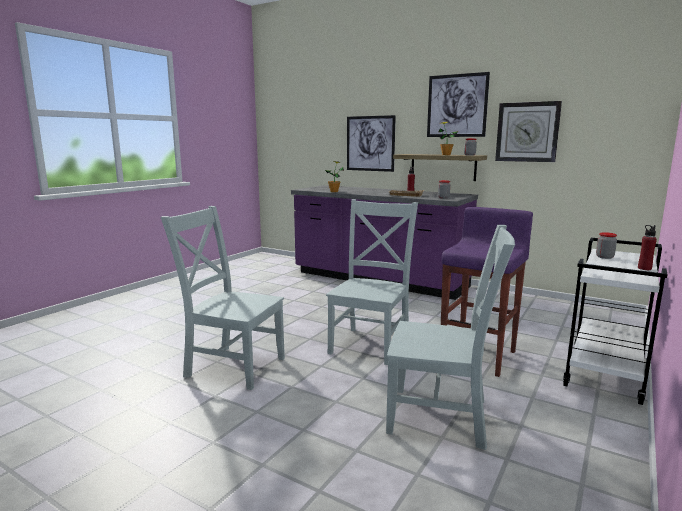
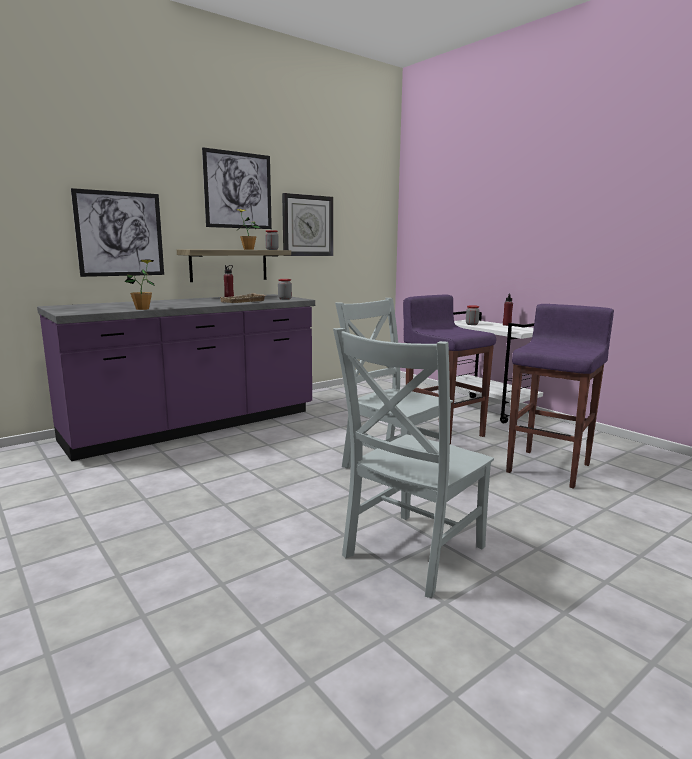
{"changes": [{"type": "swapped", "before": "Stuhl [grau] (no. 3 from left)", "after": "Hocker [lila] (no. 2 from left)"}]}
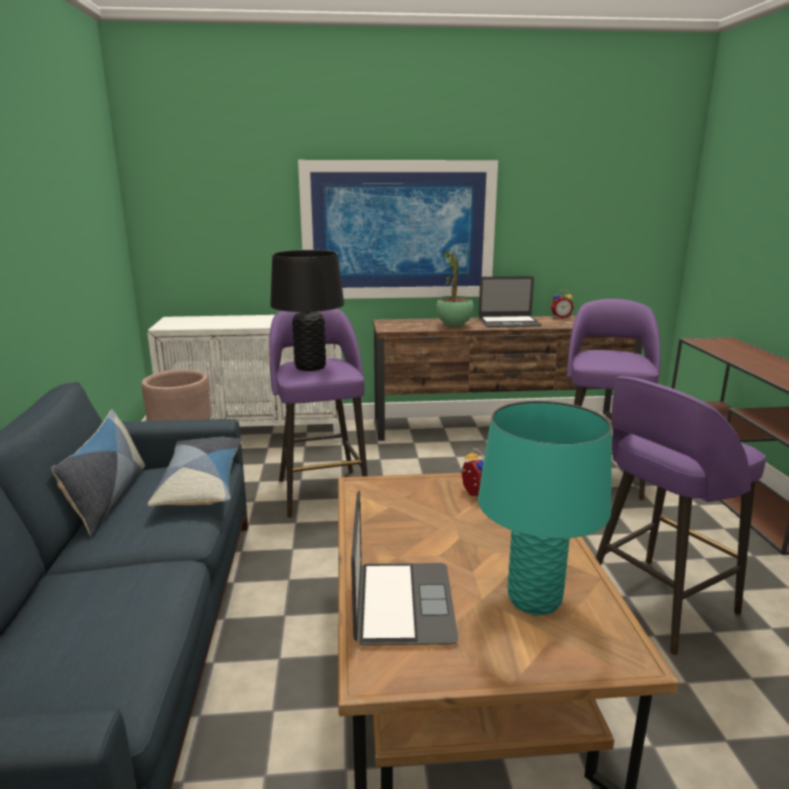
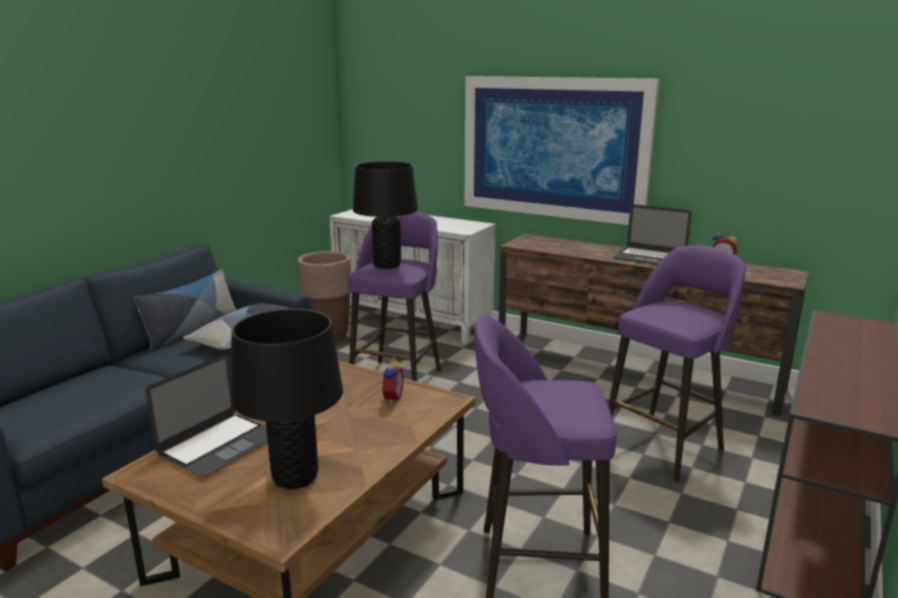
{"changes": [{"type": "repainted", "before": "Tischlampe [türkis]", "after": "Tischlampe [schwarz] (no. 1 from left)"}, {"type": "gone", "before": "Topfpflanze"}]}
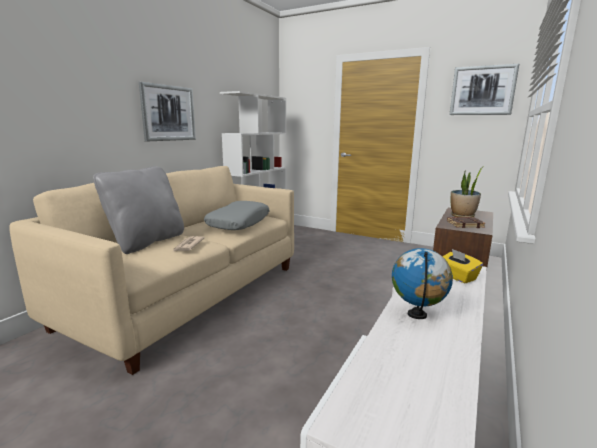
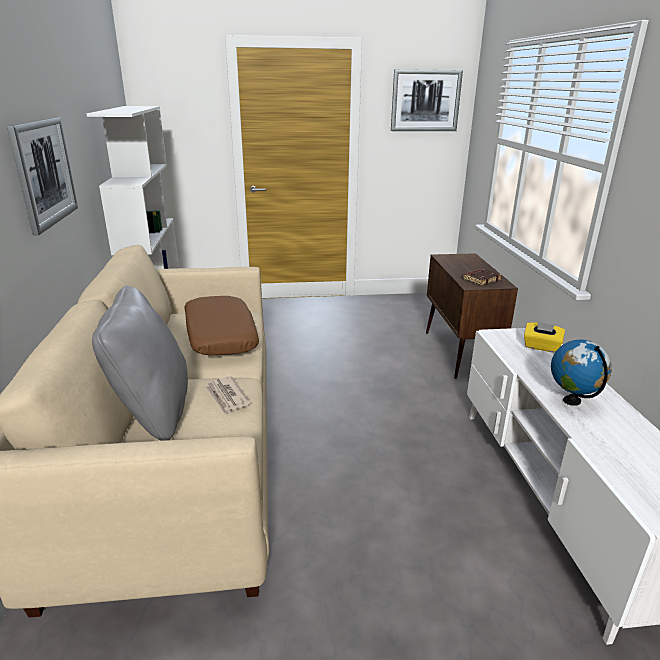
{"changes": [{"type": "repainted", "before": "Kissen [grau] (no. 2 from left)", "after": "Kissen [braun]"}, {"type": "gone", "before": "Topfpflanze"}]}
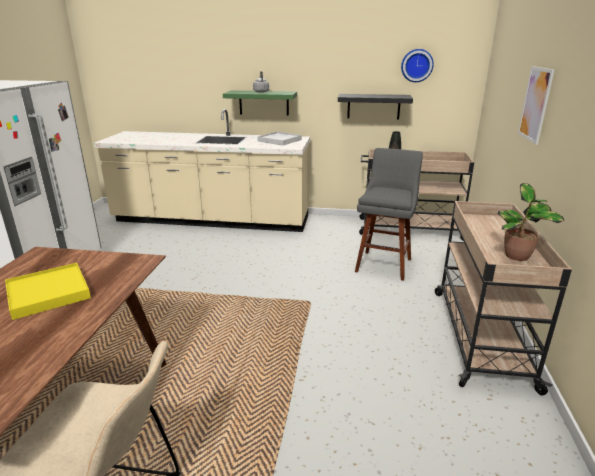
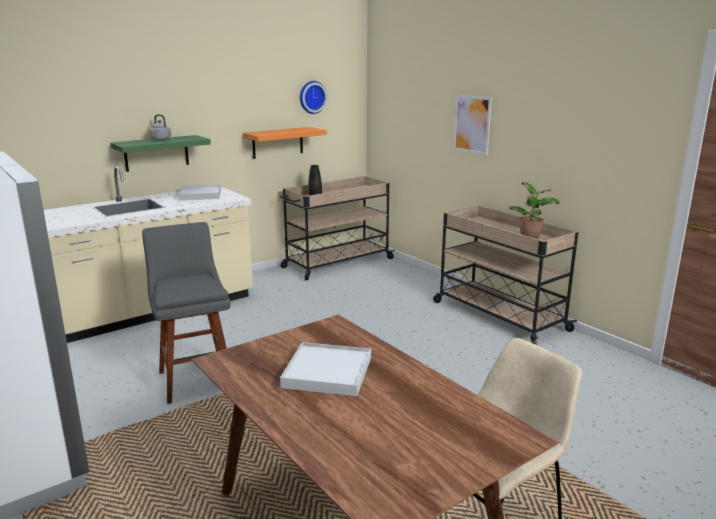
{"changes": [{"type": "shifted", "before": "Hocker [grau]"}, {"type": "repainted", "before": "Wandregal [schwarz]", "after": "Wandregal [orange]"}, {"type": "repainted", "before": "Tablett [gelb]", "after": "Tablett [weiß] (no. 2 from left)"}]}
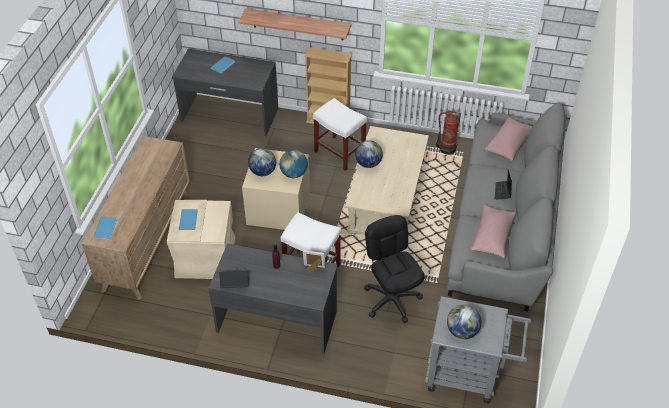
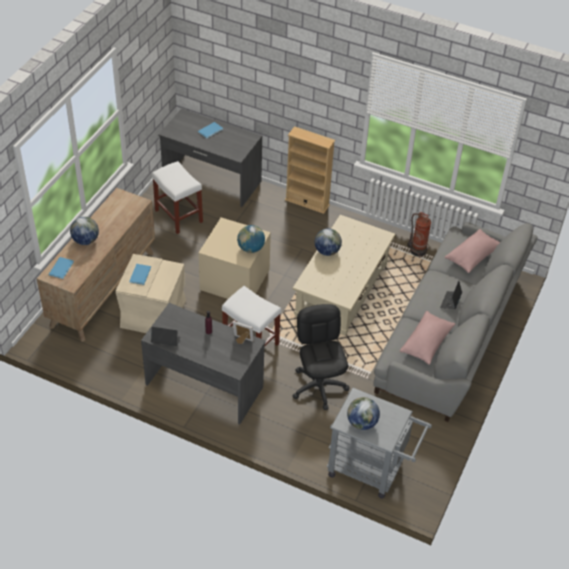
{"changes": [{"type": "shifted", "before": "Globus (no. 1 from left)"}, {"type": "shifted", "before": "Hocker [weiß] (no. 2 from left in the first image)", "after": "Hocker [weiß] (no. 1 from left)"}, {"type": "gone", "before": "Wandregal"}]}
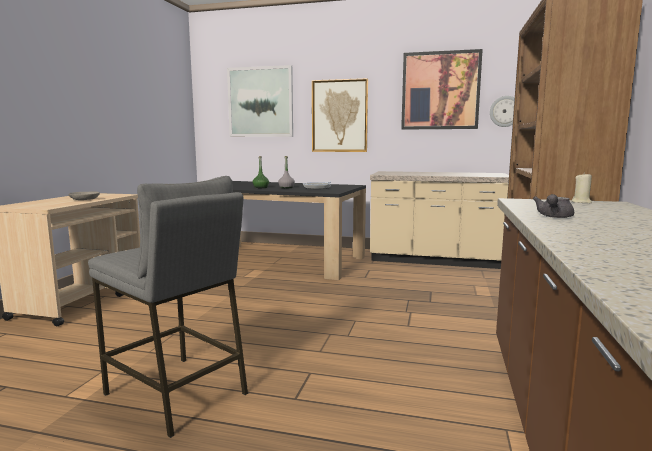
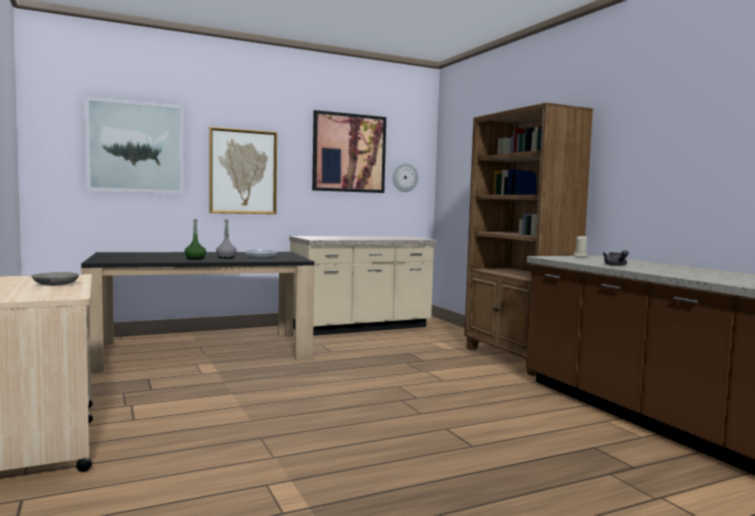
{"changes": [{"type": "gone", "before": "Hocker [grau]"}]}
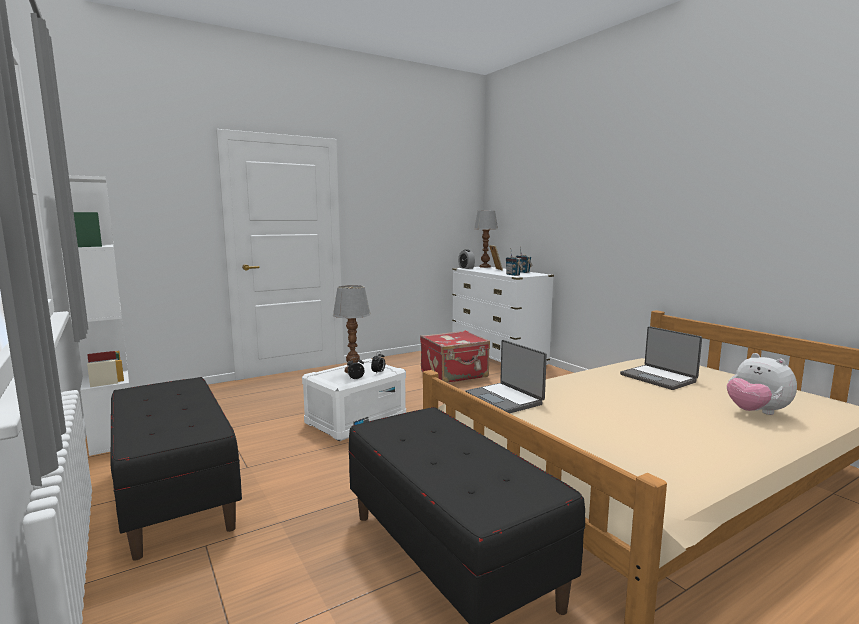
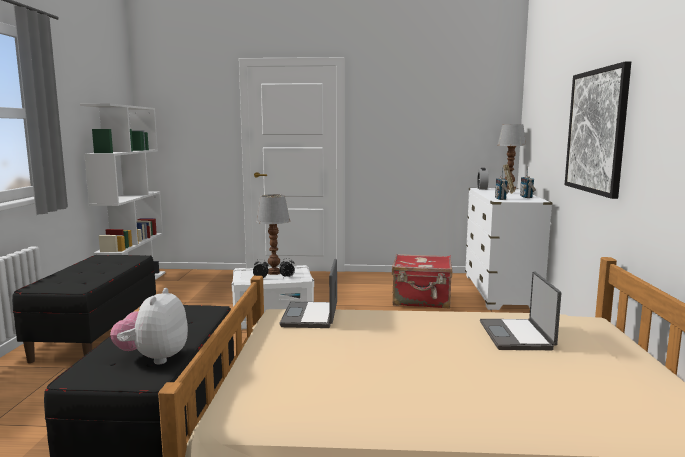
{"changes": [{"type": "shifted", "before": "Plüschtier"}, {"type": "new", "after": "Bild"}]}
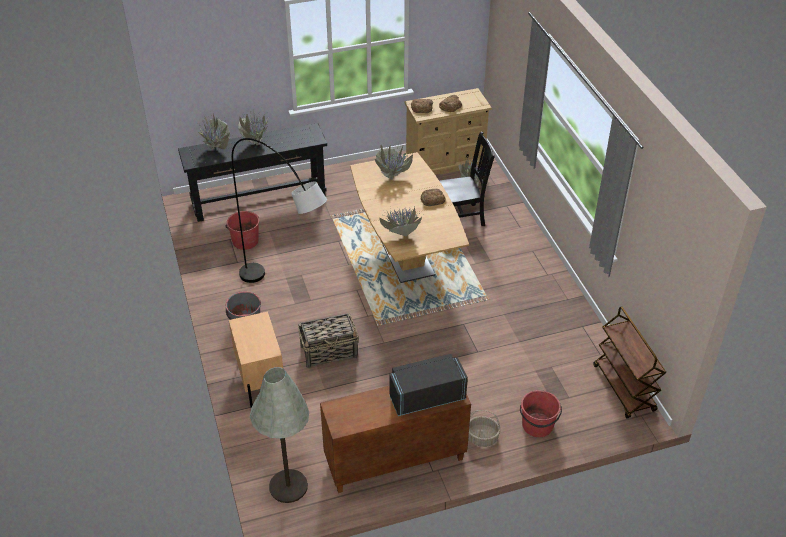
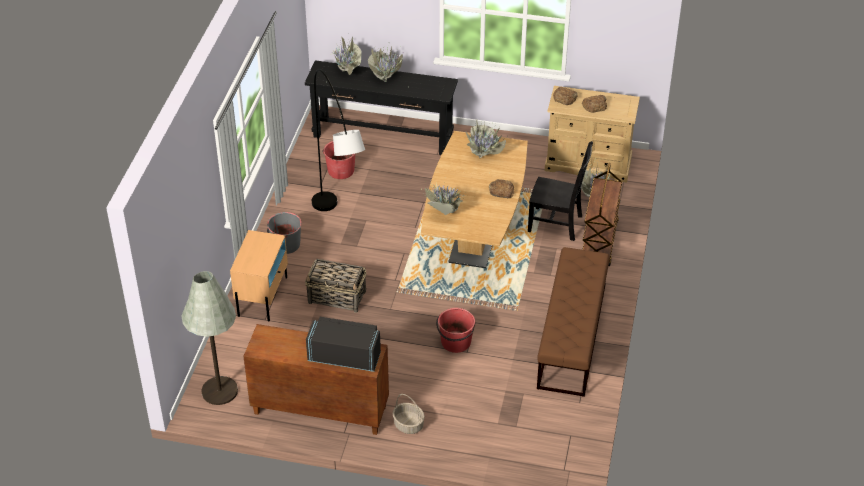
{"changes": [{"type": "shifted", "before": "Eimer [rot] (no. 2 from left)"}, {"type": "new", "after": "Bank [braun]"}, {"type": "shifted", "before": "Rollwagen [braun]"}]}
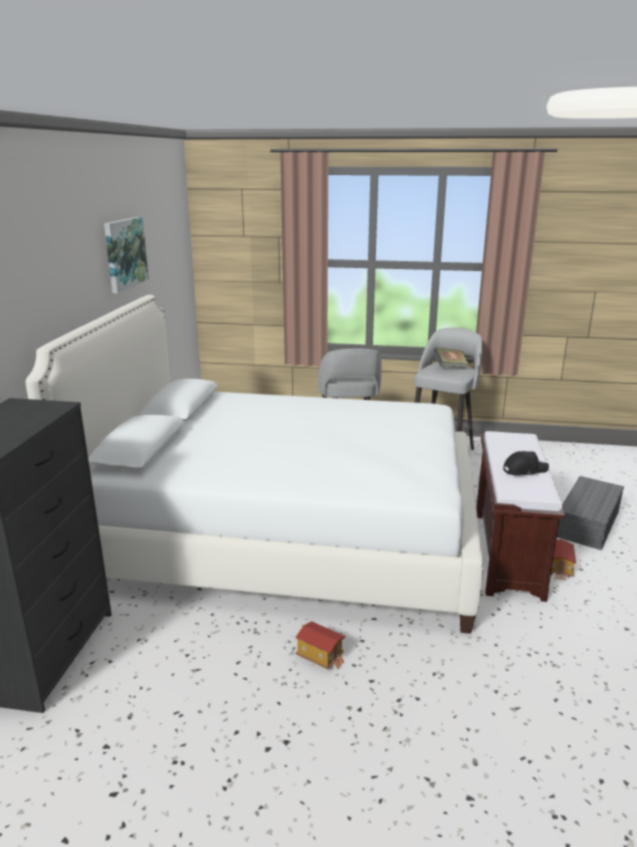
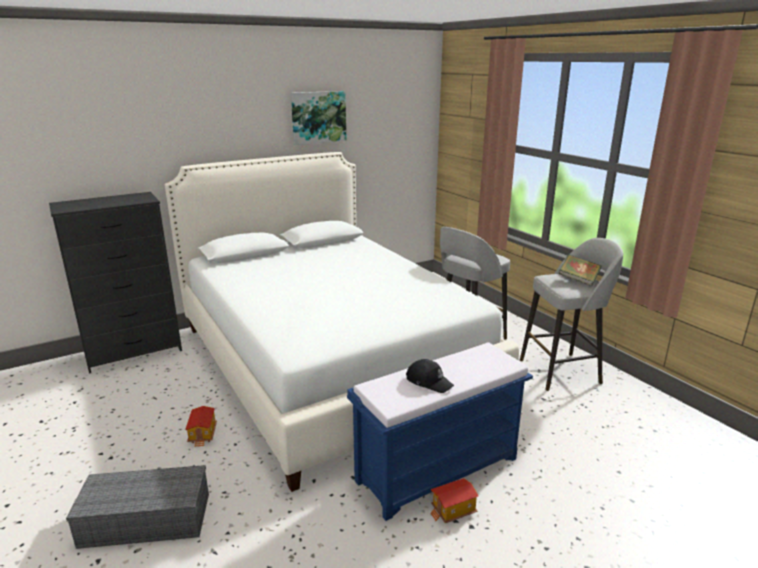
{"changes": [{"type": "shifted", "before": "Aufbewahrungsbox [grau]"}, {"type": "repainted", "before": "Bank [braun]", "after": "Bank [blau]"}]}
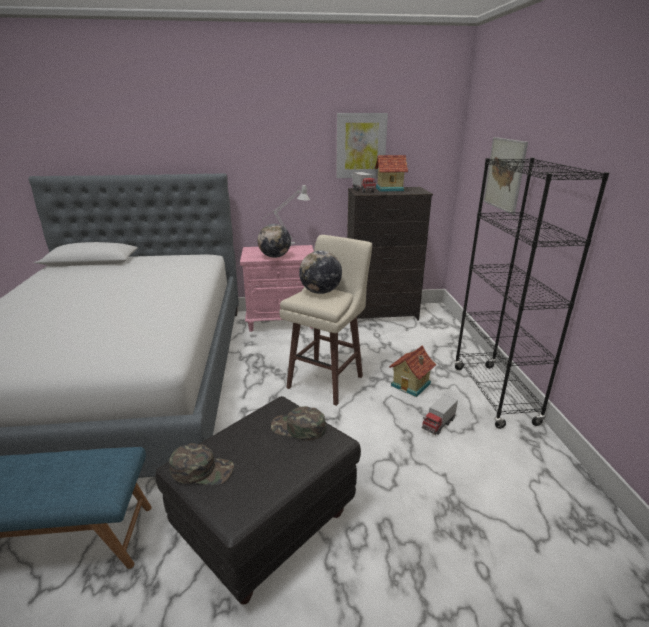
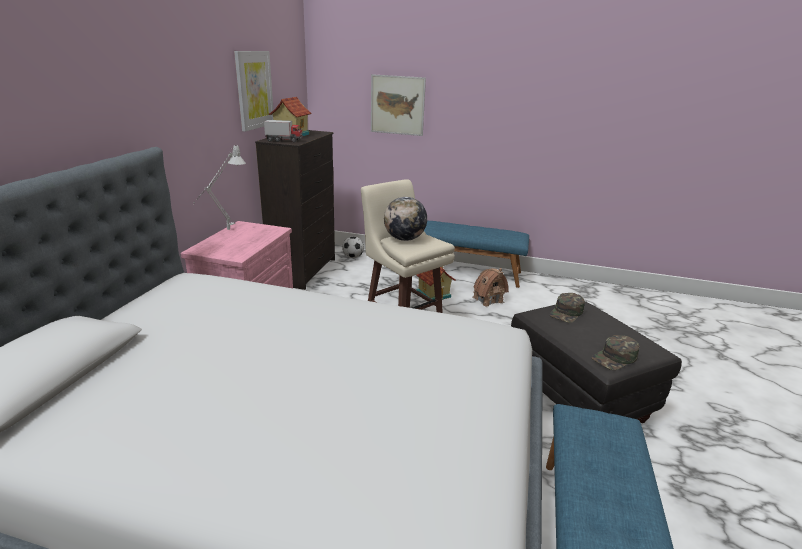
{"changes": [{"type": "new", "after": "Fußball"}, {"type": "swapped", "before": "Bücherregal [schwarz]", "after": "Bank [blau] (no. 1 from left)"}, {"type": "swapped", "before": "Spielzeuglaster (no. 2 from left)", "after": "Spielzeughaus (no. 3 from left)"}, {"type": "rotated", "before": "Kappe [grün] (no. 1 from left in the first image)", "turn": -150}, {"type": "gone", "before": "Globus (no. 1 from left)"}]}
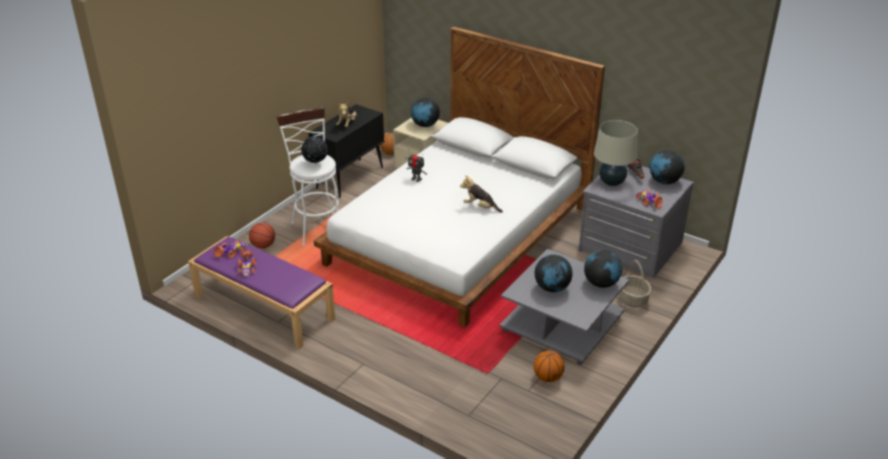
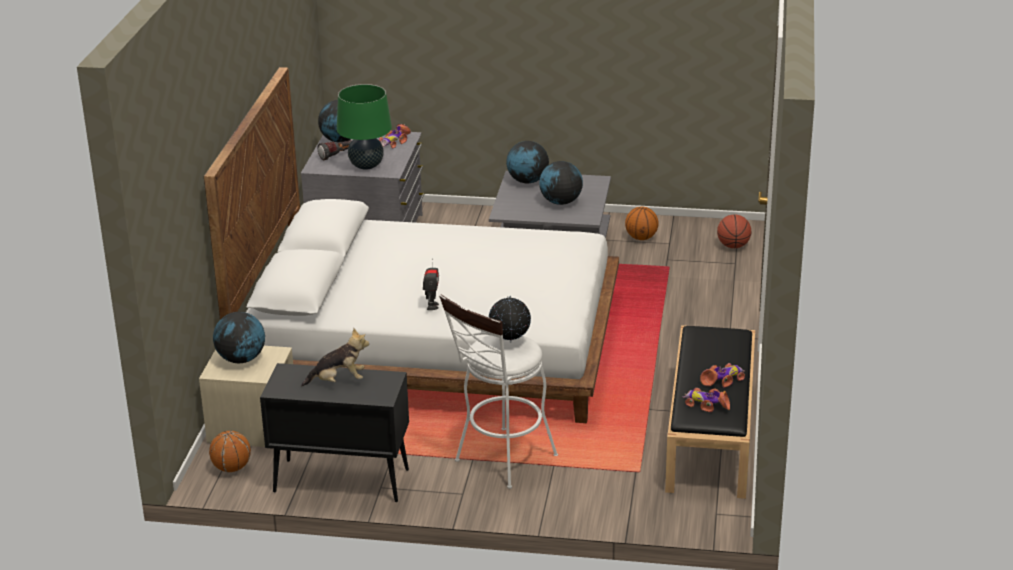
{"changes": [{"type": "repainted", "before": "Tischlampe [beige]", "after": "Tischlampe [grün]"}, {"type": "repainted", "before": "Bank [lila]", "after": "Bank [schwarz]"}, {"type": "shifted", "before": "Basketball (no. 1 from left in the first image)", "after": "Basketball (no. 3 from left)"}, {"type": "gone", "before": "Plüschtier (no. 2 from left)"}, {"type": "gone", "before": "Korb"}]}
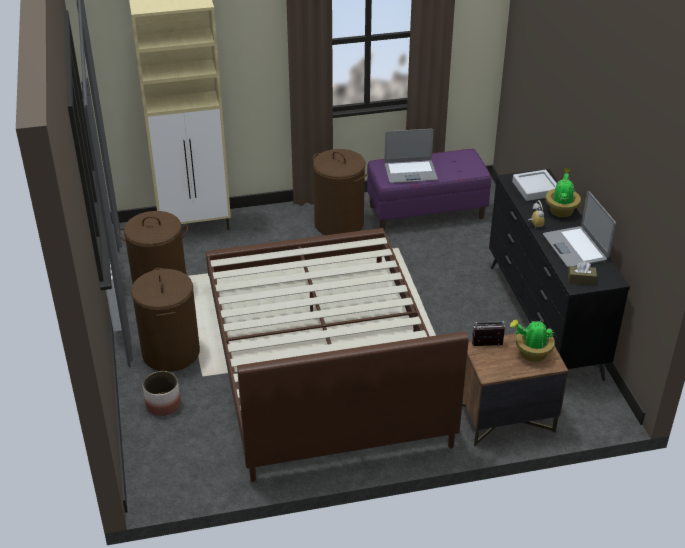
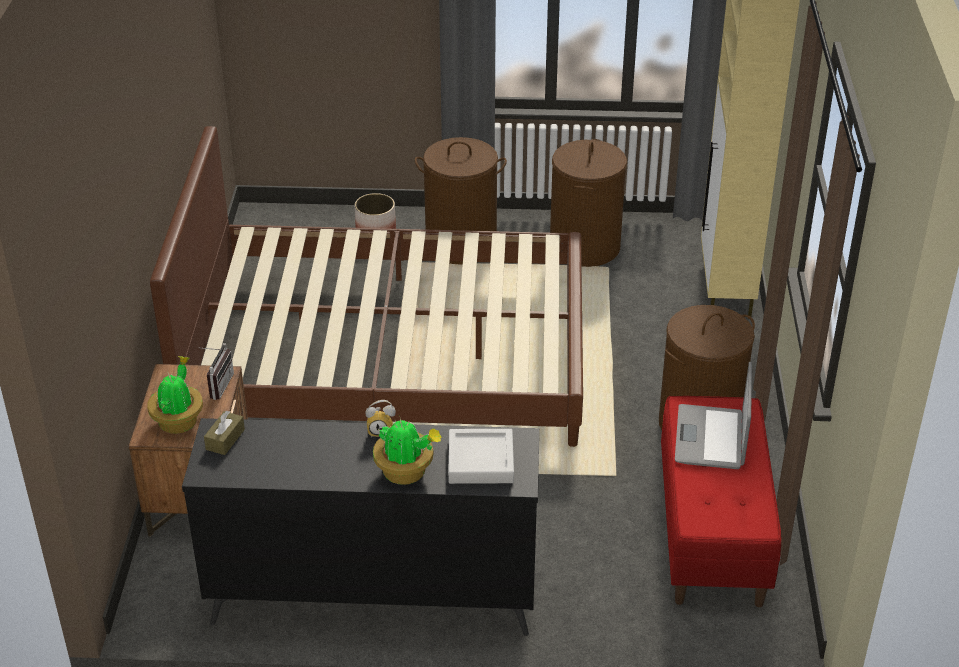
{"changes": [{"type": "repainted", "before": "Bank [lila]", "after": "Bank [rot]"}, {"type": "gone", "before": "Laptop (no. 2 from left)"}]}
